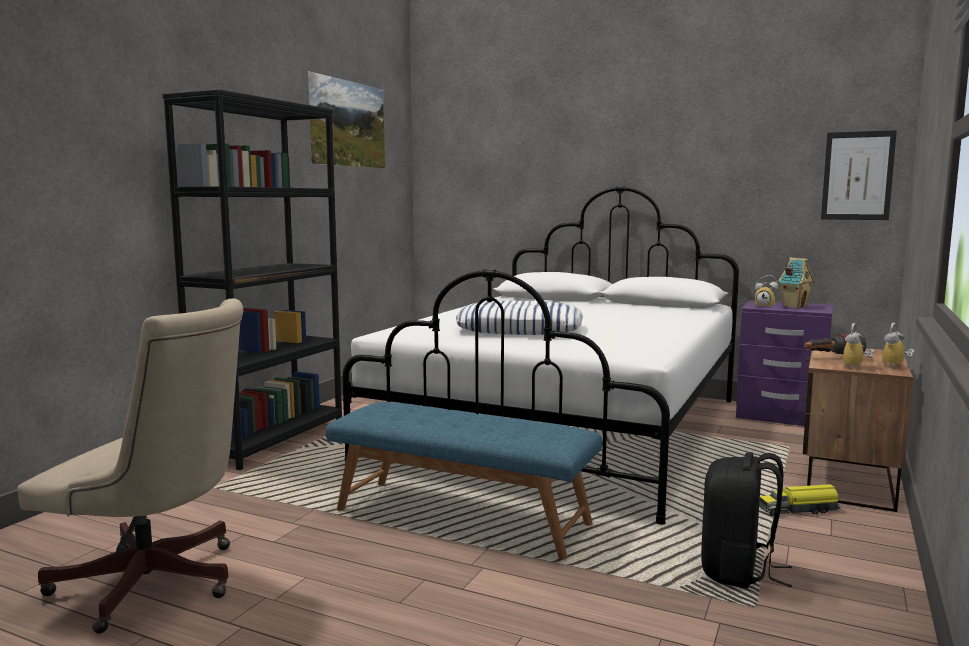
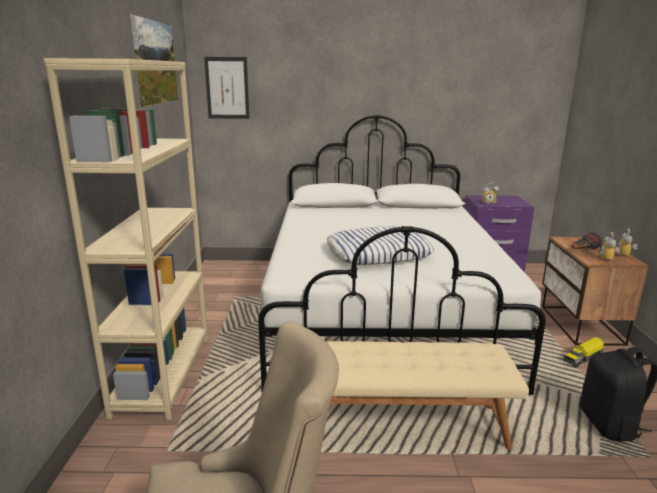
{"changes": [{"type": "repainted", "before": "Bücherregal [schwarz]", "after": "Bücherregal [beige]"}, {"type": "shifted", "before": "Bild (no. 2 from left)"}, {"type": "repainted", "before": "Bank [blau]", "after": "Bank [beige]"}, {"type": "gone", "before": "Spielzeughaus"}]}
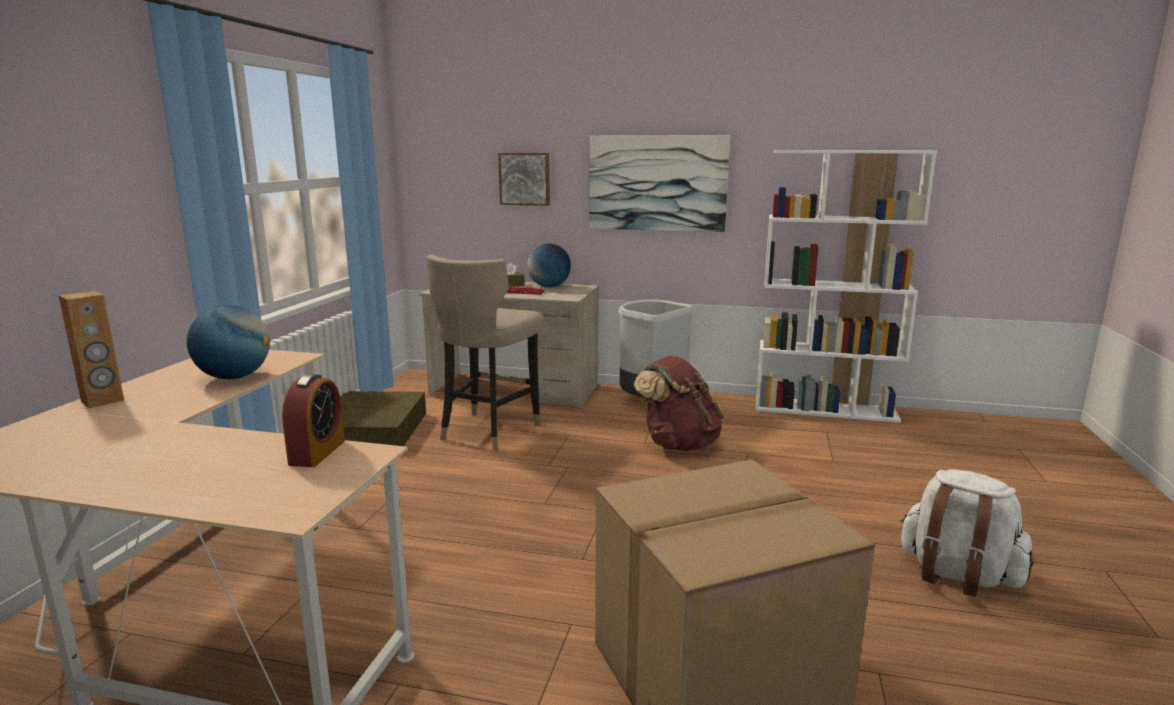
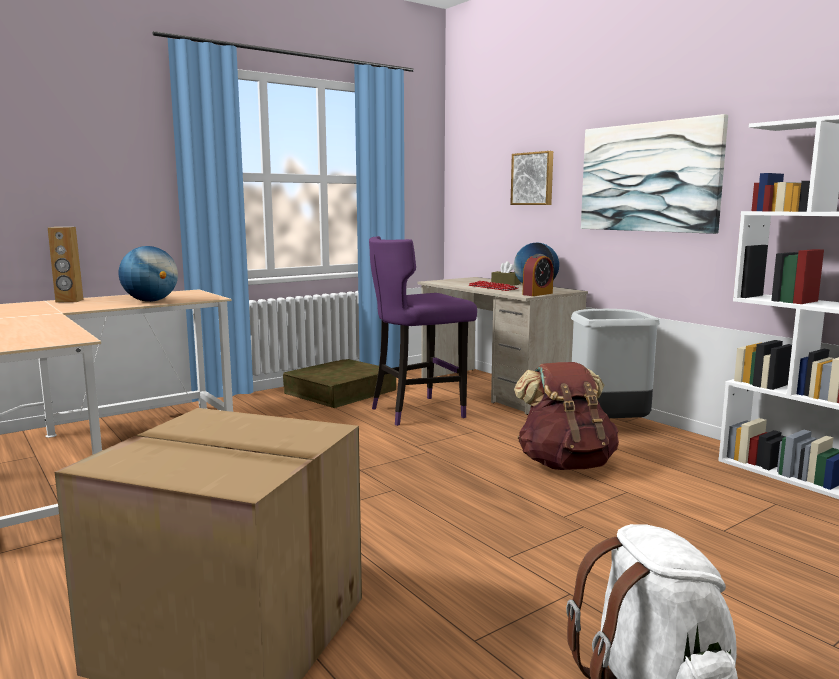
{"changes": [{"type": "repainted", "before": "Hocker [beige]", "after": "Hocker [lila]"}, {"type": "shifted", "before": "Wecker"}]}
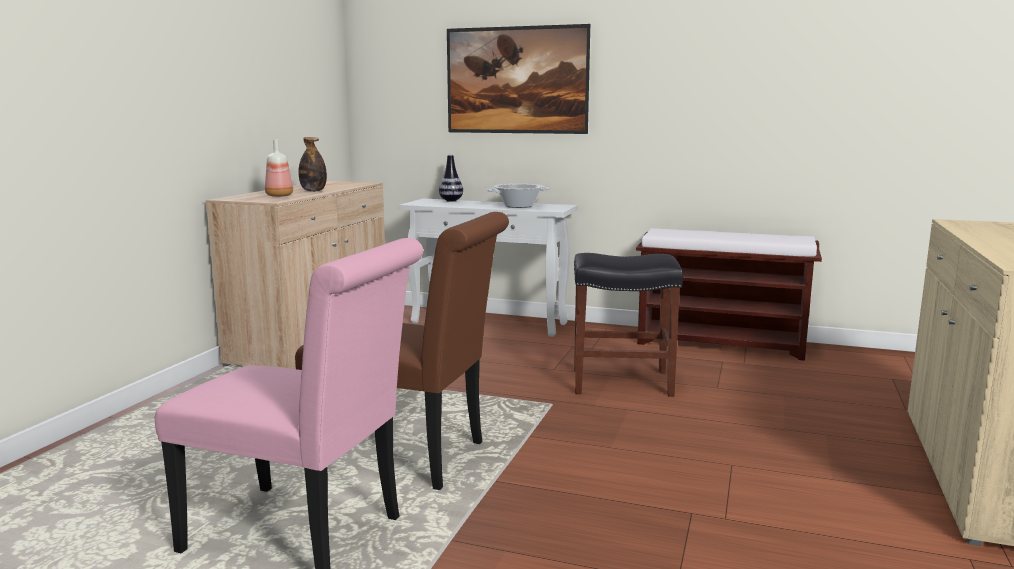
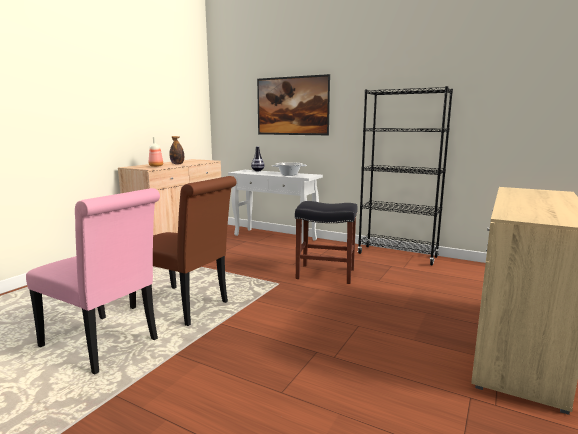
{"changes": [{"type": "swapped", "before": "Bank [braun]", "after": "Bücherregal [schwarz]"}]}
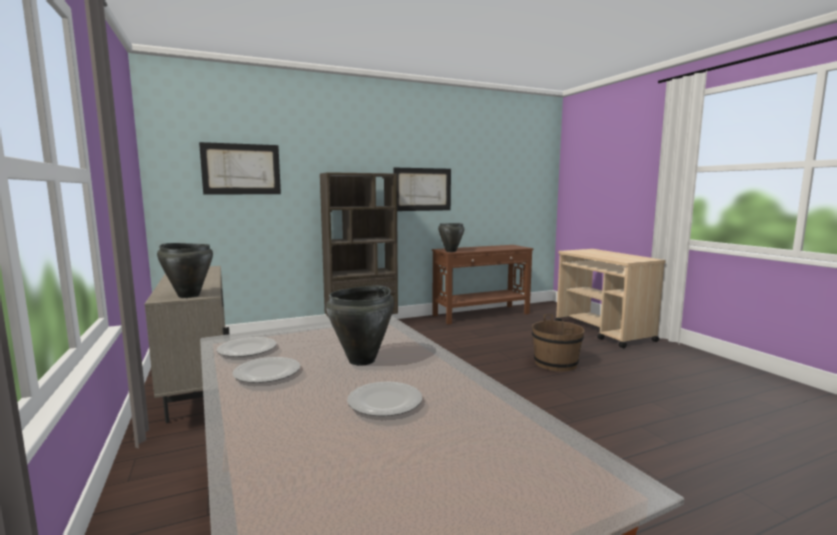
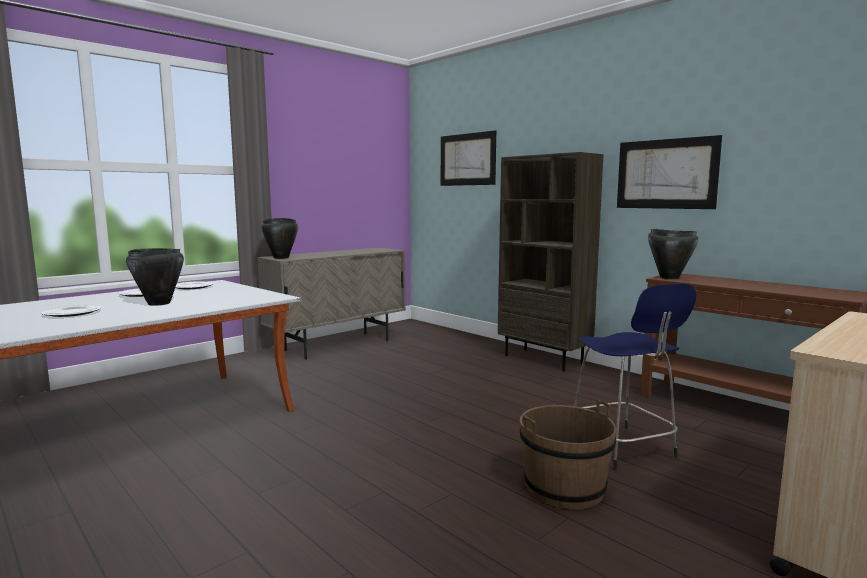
{"changes": [{"type": "new", "after": "Hocker [blau]"}]}
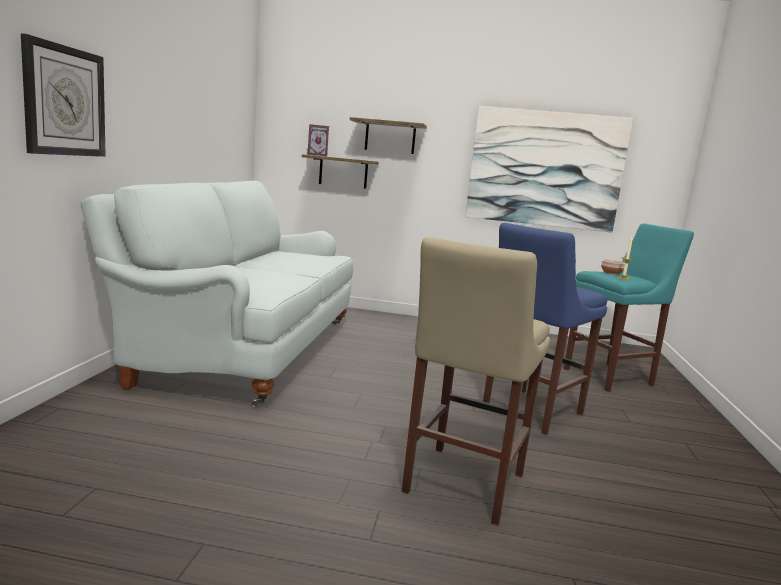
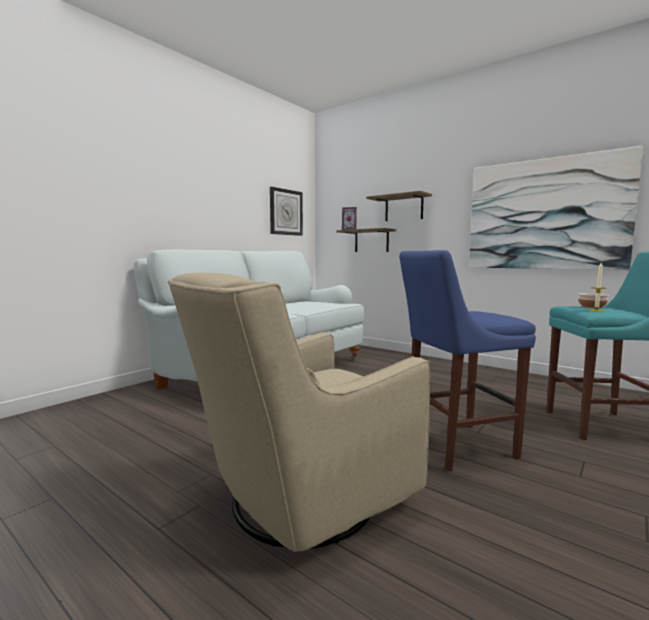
{"changes": [{"type": "swapped", "before": "Hocker [beige]", "after": "Sessel [beige]"}, {"type": "shifted", "before": "Wanduhr"}]}
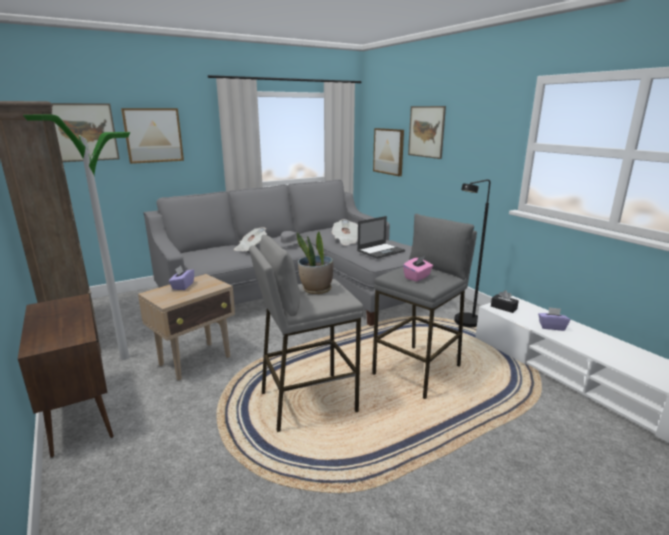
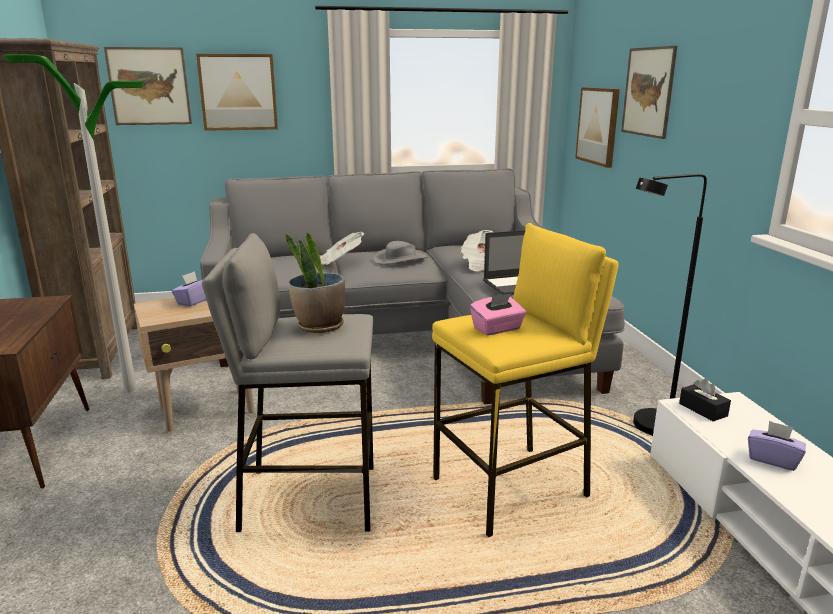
{"changes": [{"type": "repainted", "before": "Hocker [grau] (no. 2 from left)", "after": "Hocker [gelb]"}]}
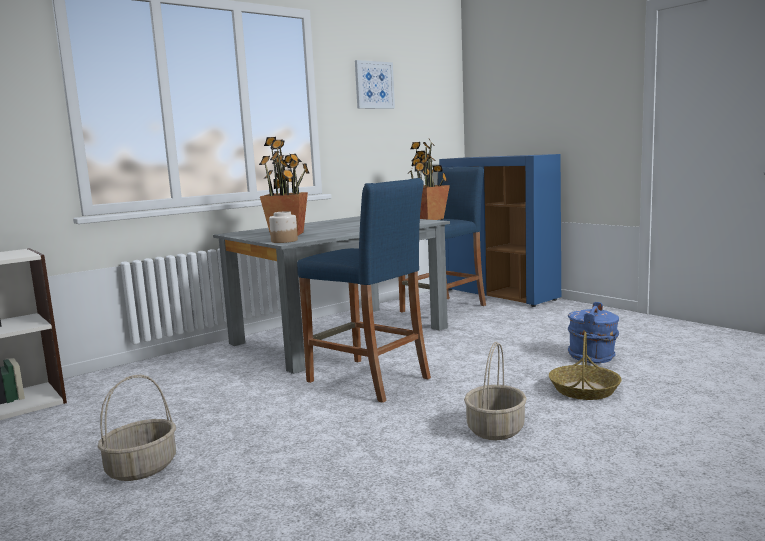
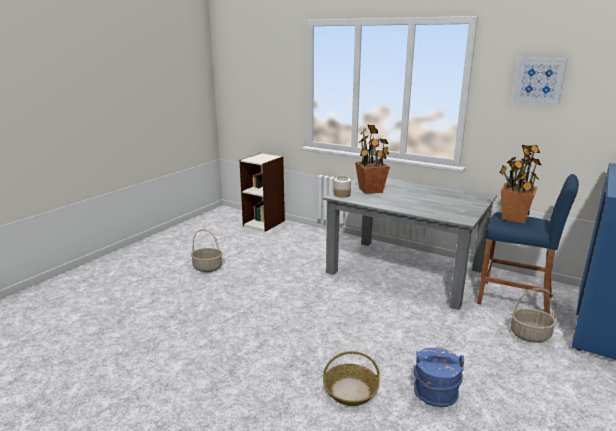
{"changes": [{"type": "shifted", "before": "Korb (no. 2 from left in the first image)", "after": "Korb (no. 3 from left)"}, {"type": "gone", "before": "Hocker [blau] (no. 1 from left)"}]}
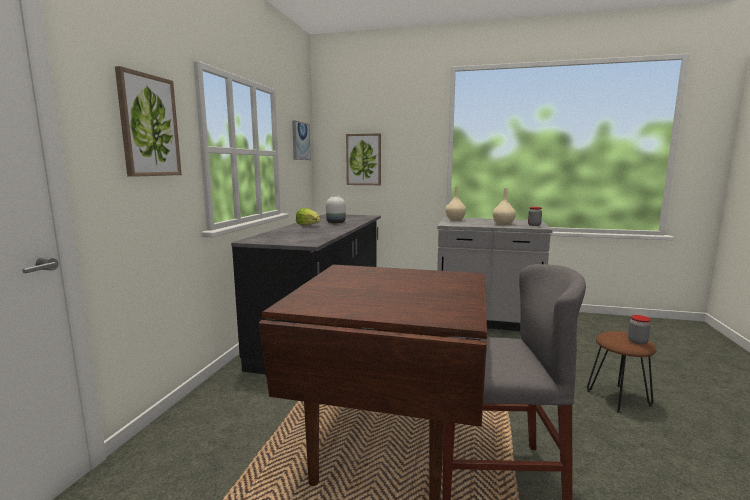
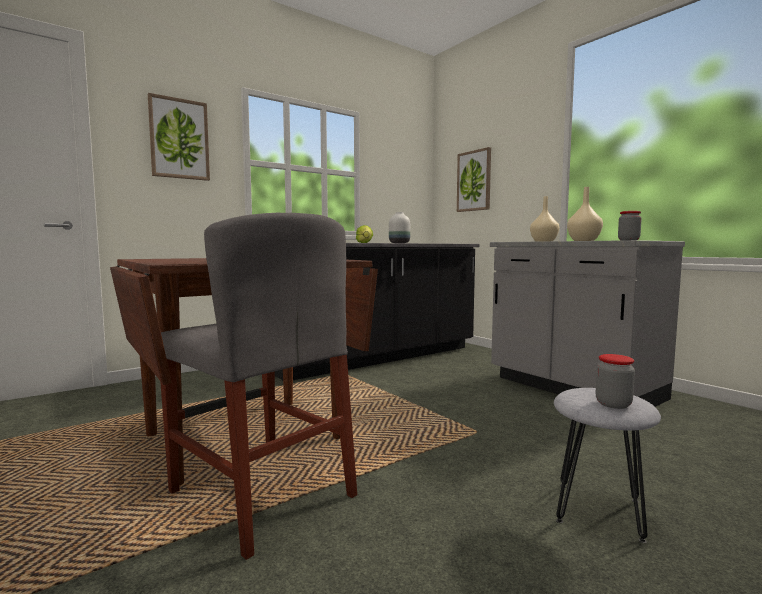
{"changes": [{"type": "repainted", "before": "Hocker [braun]", "after": "Hocker [grau]"}, {"type": "gone", "before": "Bild (no. 2 from left)"}]}
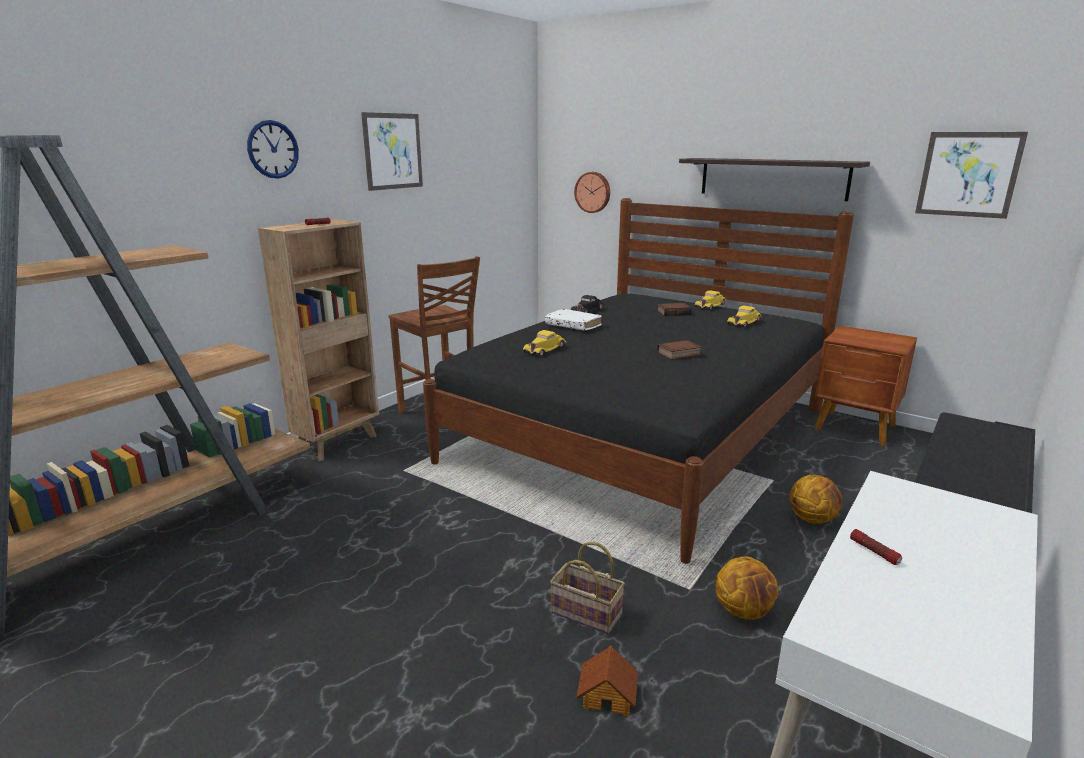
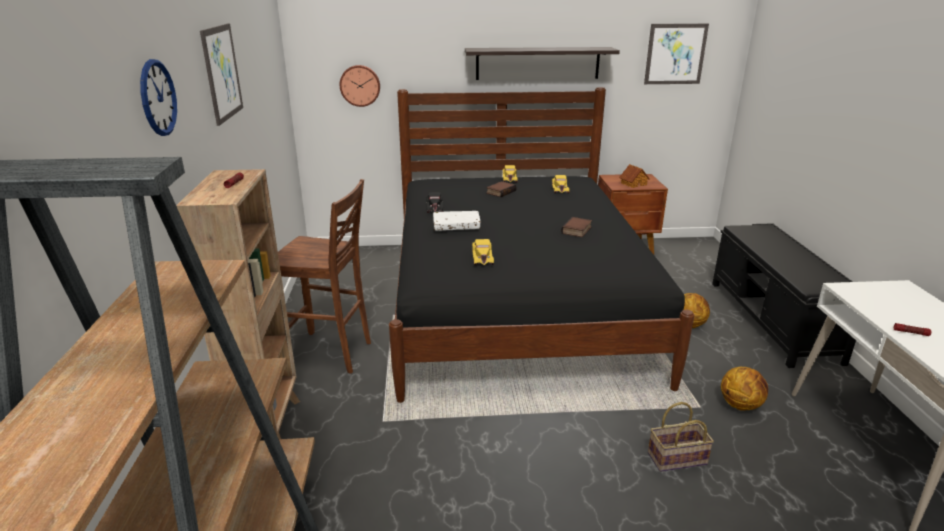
{"changes": [{"type": "shifted", "before": "Spielzeughaus"}]}
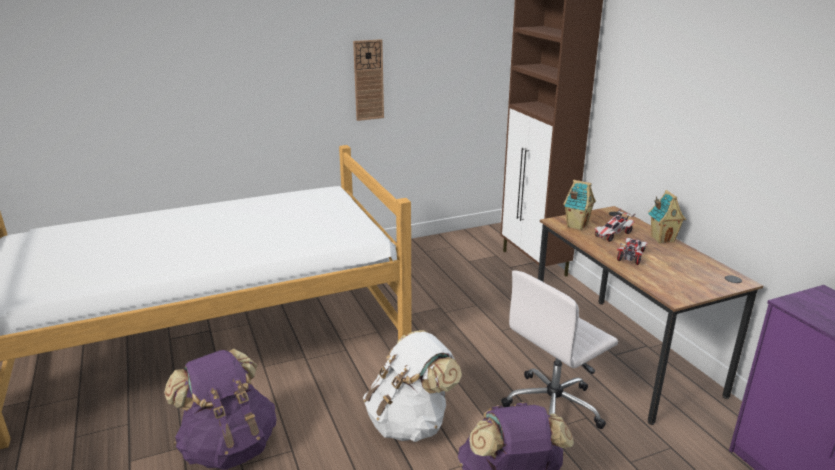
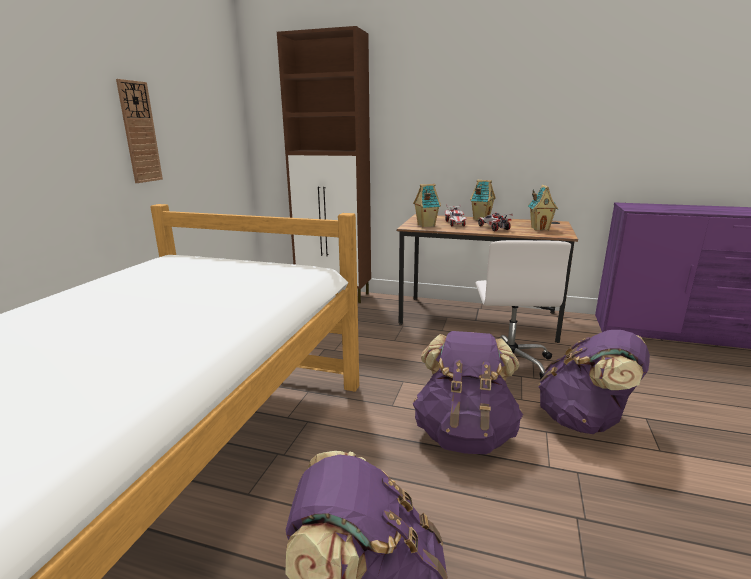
{"changes": [{"type": "repainted", "before": "Rucksack [weiß]", "after": "Rucksack [lila] (no. 2 from left)"}, {"type": "new", "after": "Spielzeughaus (no. 3 from left)"}]}
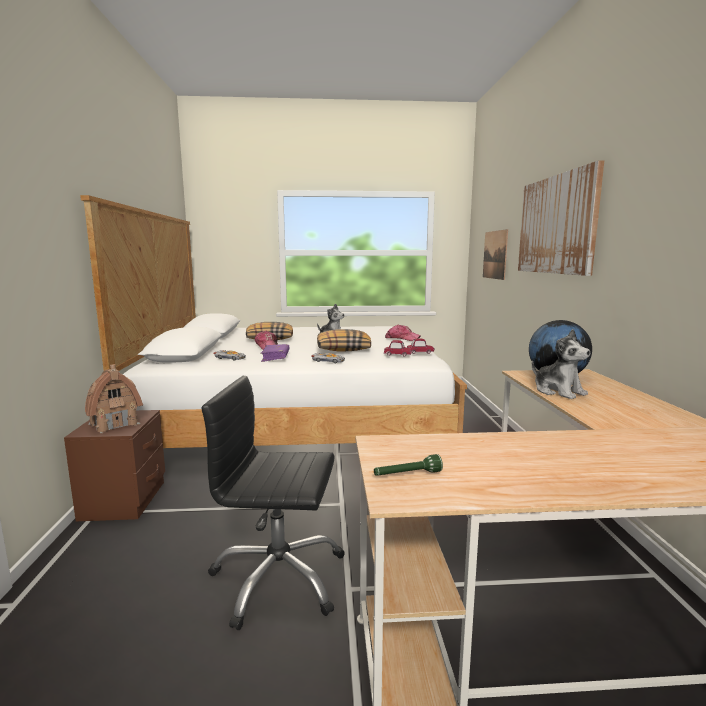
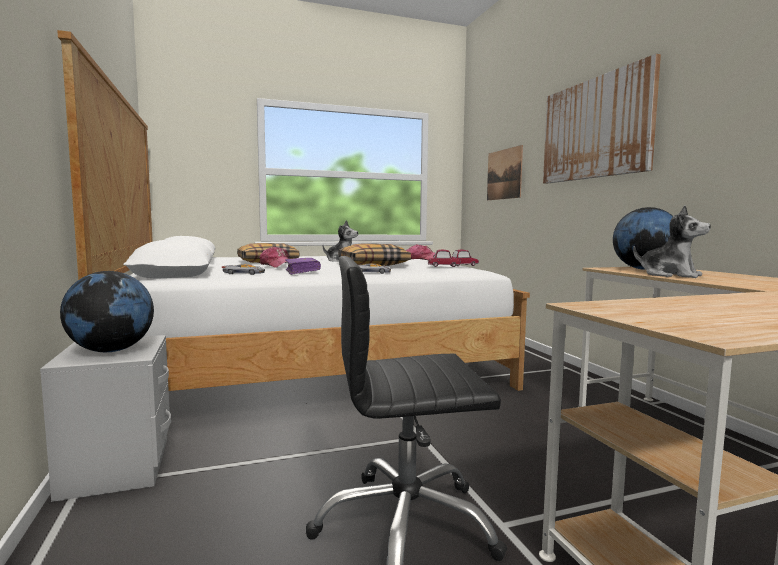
{"changes": [{"type": "repainted", "before": "Nachttisch [braun]", "after": "Nachttisch [grau]"}, {"type": "swapped", "before": "Spielzeughaus", "after": "Globus (no. 1 from left)"}, {"type": "gone", "before": "Taschenlampe [grün]"}]}
